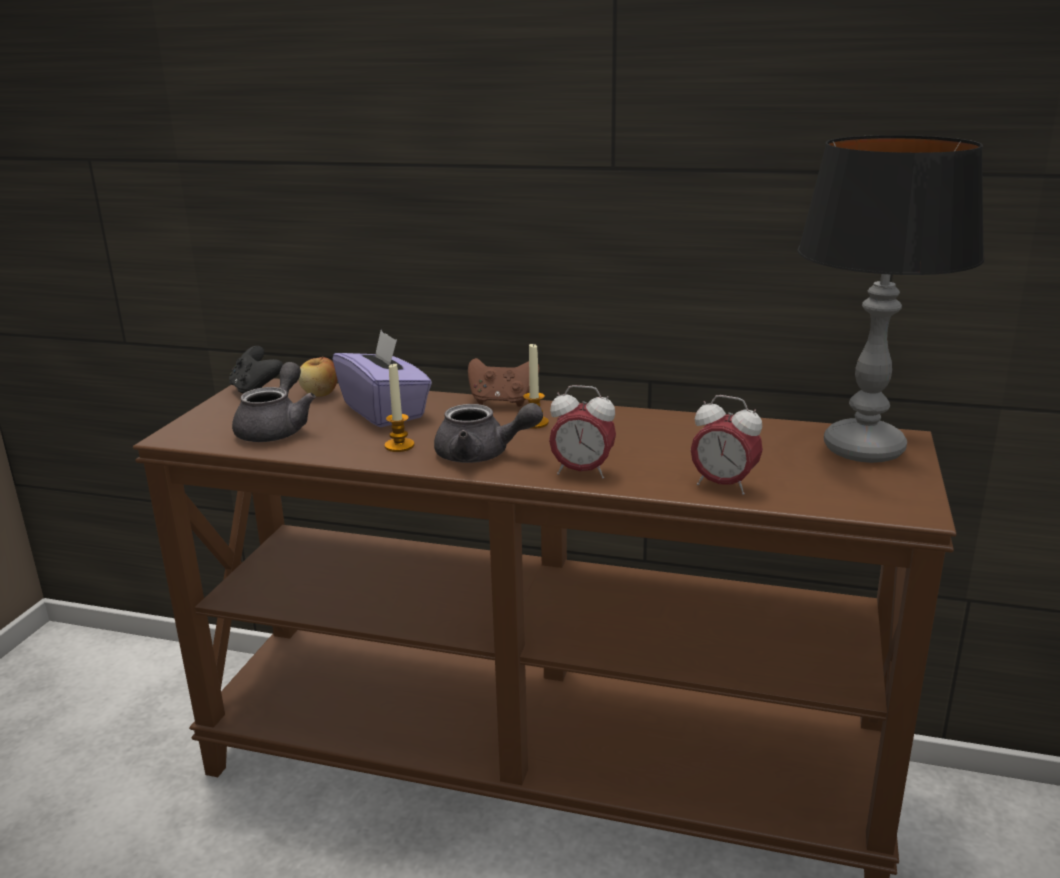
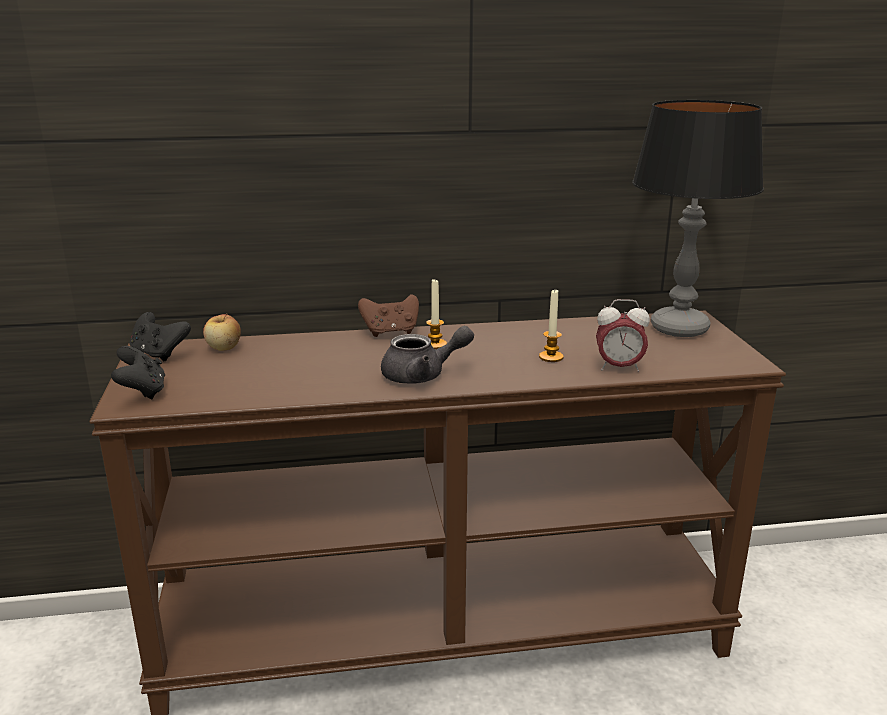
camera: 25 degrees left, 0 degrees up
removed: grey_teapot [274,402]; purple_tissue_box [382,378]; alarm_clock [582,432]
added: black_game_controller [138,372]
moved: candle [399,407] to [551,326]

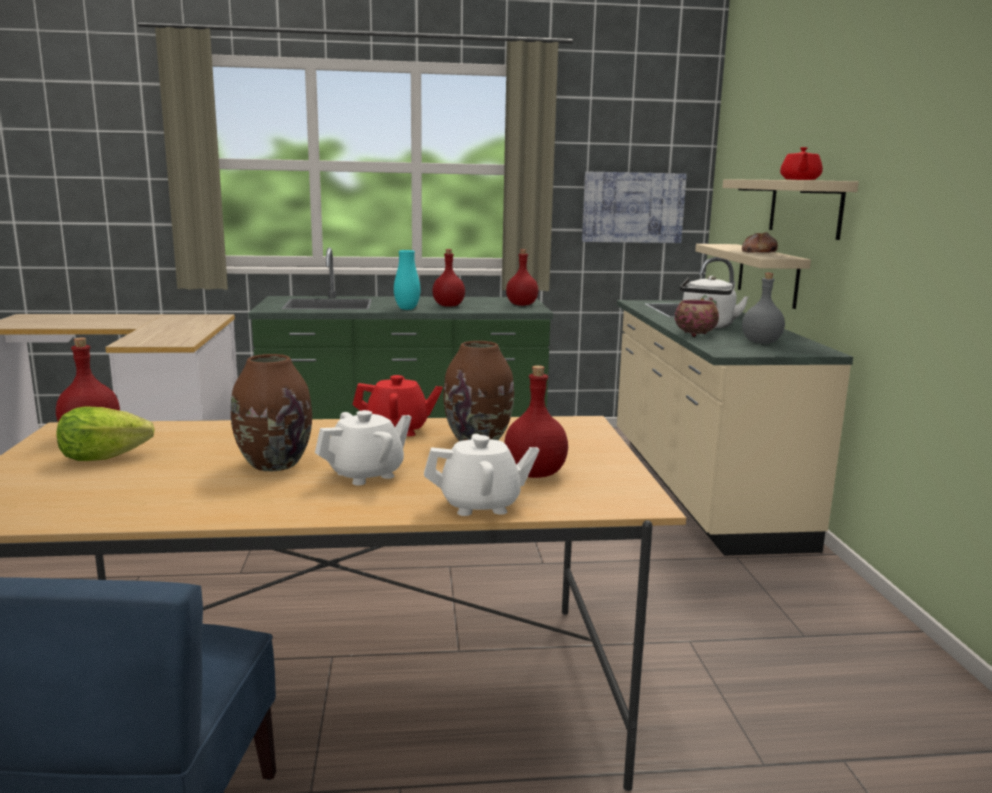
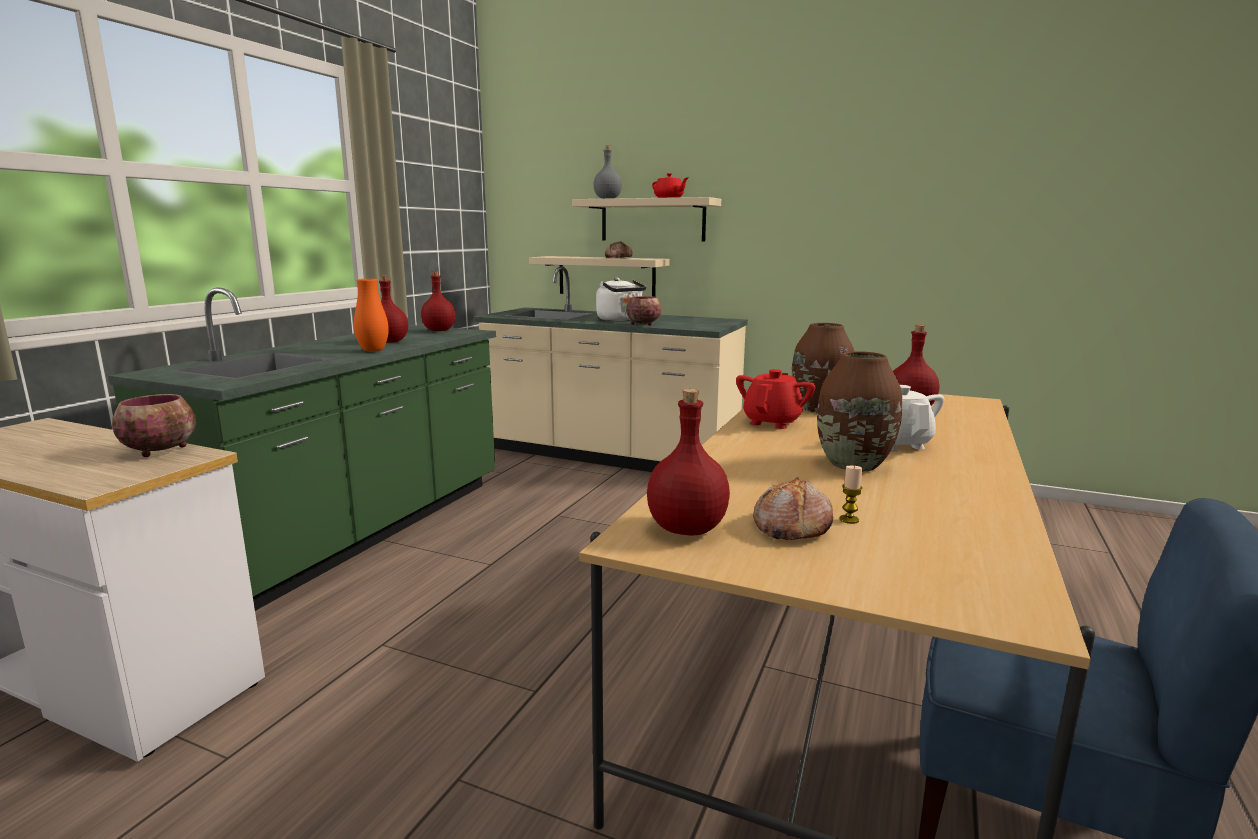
camera: 60 degrees left, 0 degrees up
removed: white_teapot [481,475]; picture [634,207]
added: bowl [154,425]; candle [851,494]
moved: grey_bottle [763,308] to [607,172]
replaced: lettuce [106,433] to bread [793,508]
recoloured: turquoise_vase [407,280] to orange_vase [371,315]

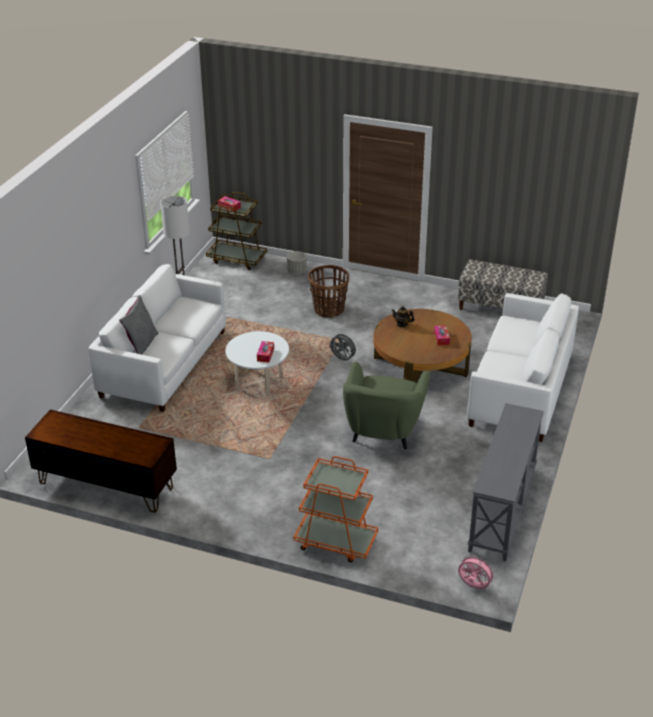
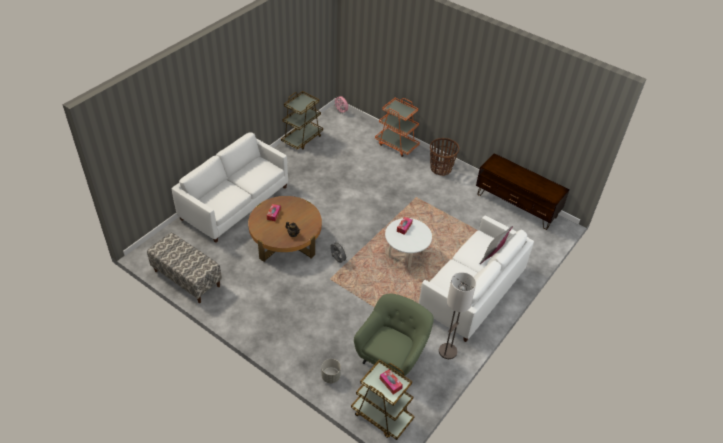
camera: 165 degrees left, 10 degrees up
moved: green_armchair [386,406] to [394,335]; basket [328,291] to [444,157]
replaced: grey_console_table [506,482] to brown_cart [302,120]

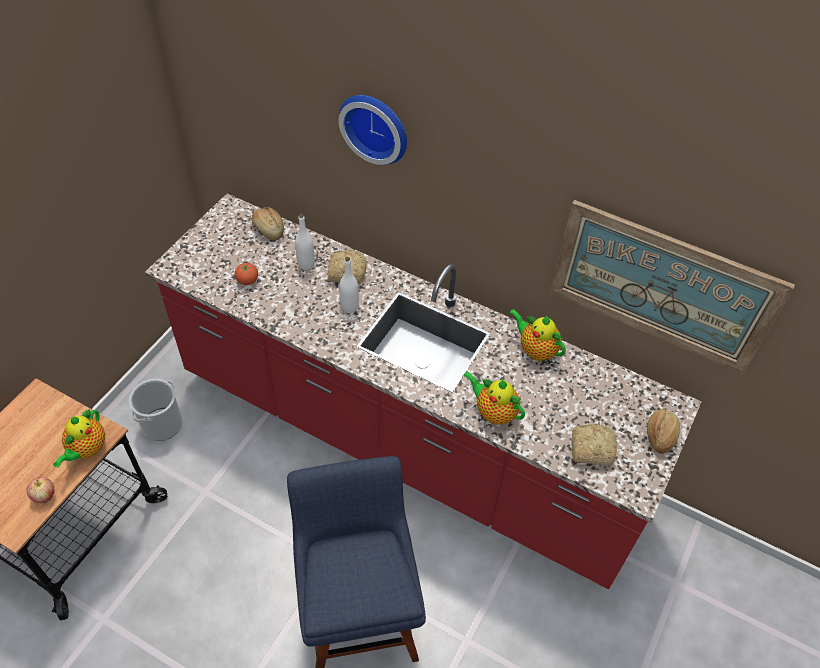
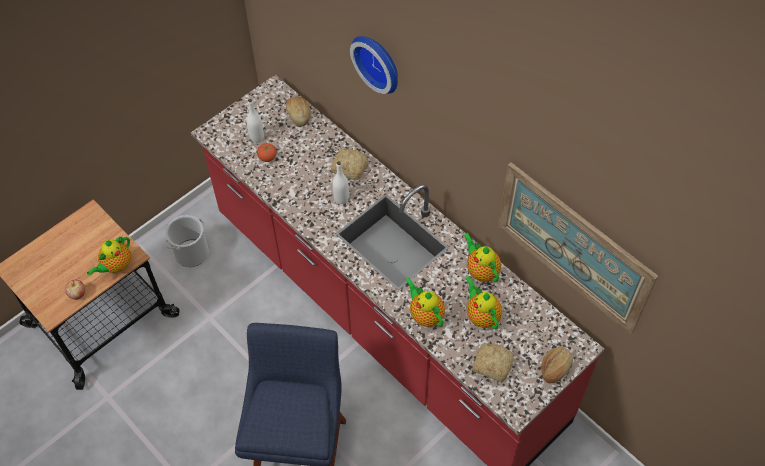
camera: 20 degrees right, 5 degrees up
added: teapot [483,302]
moved: white_bottle [305,242] to [255,121]

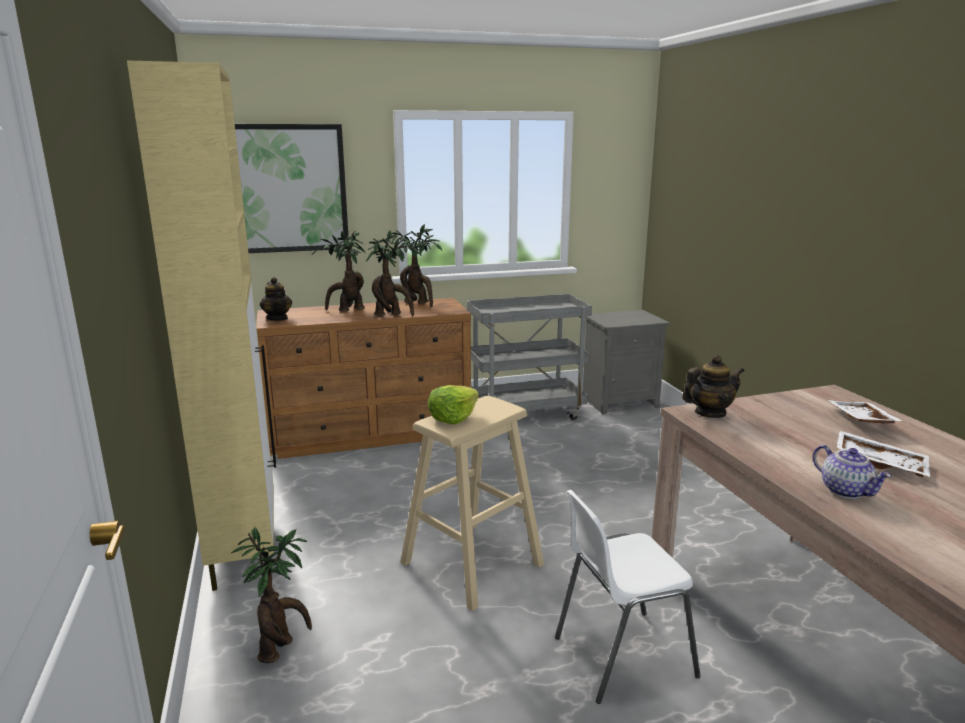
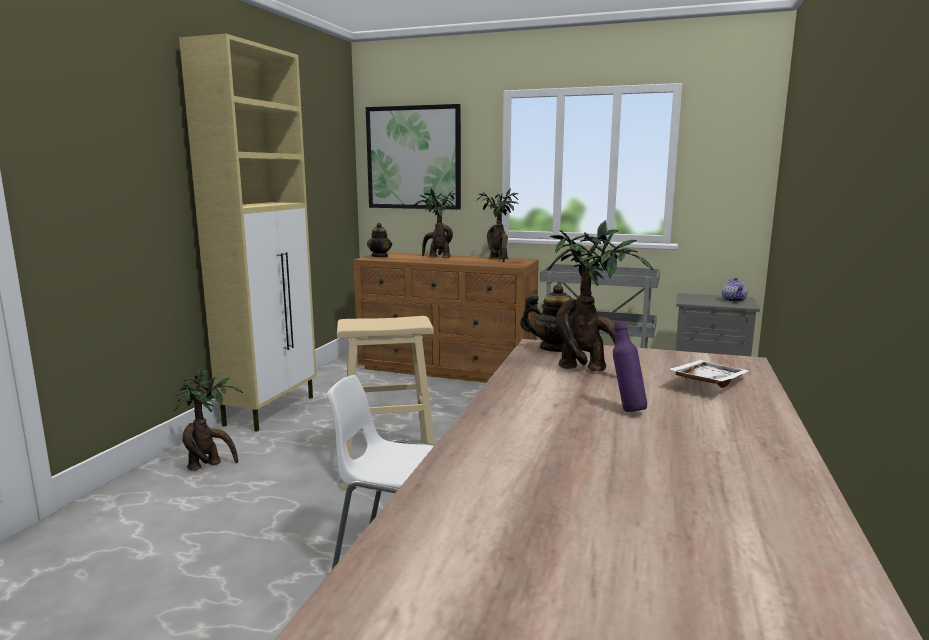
camera: 35 degrees right, 5 degrees down
removed: lettuce [453,405]
moved: potted_plant [394,273] to [600,295]; teapot [852,472] to [735,290]
replaced: white_tray [883,453] to purple_bottle [630,366]

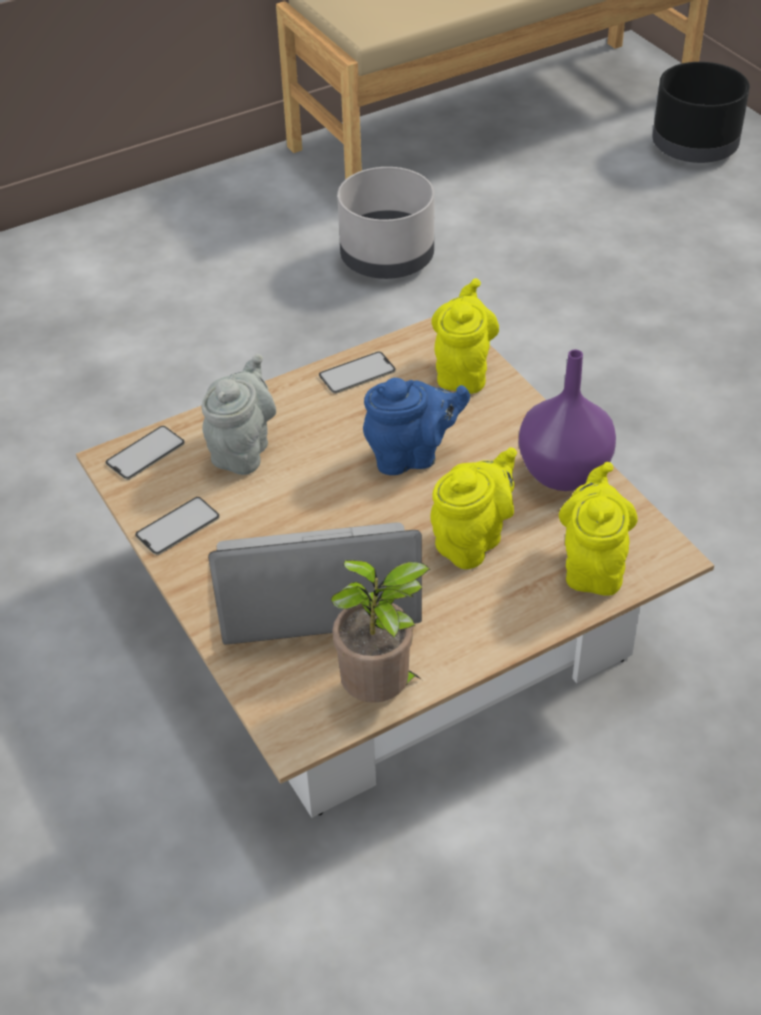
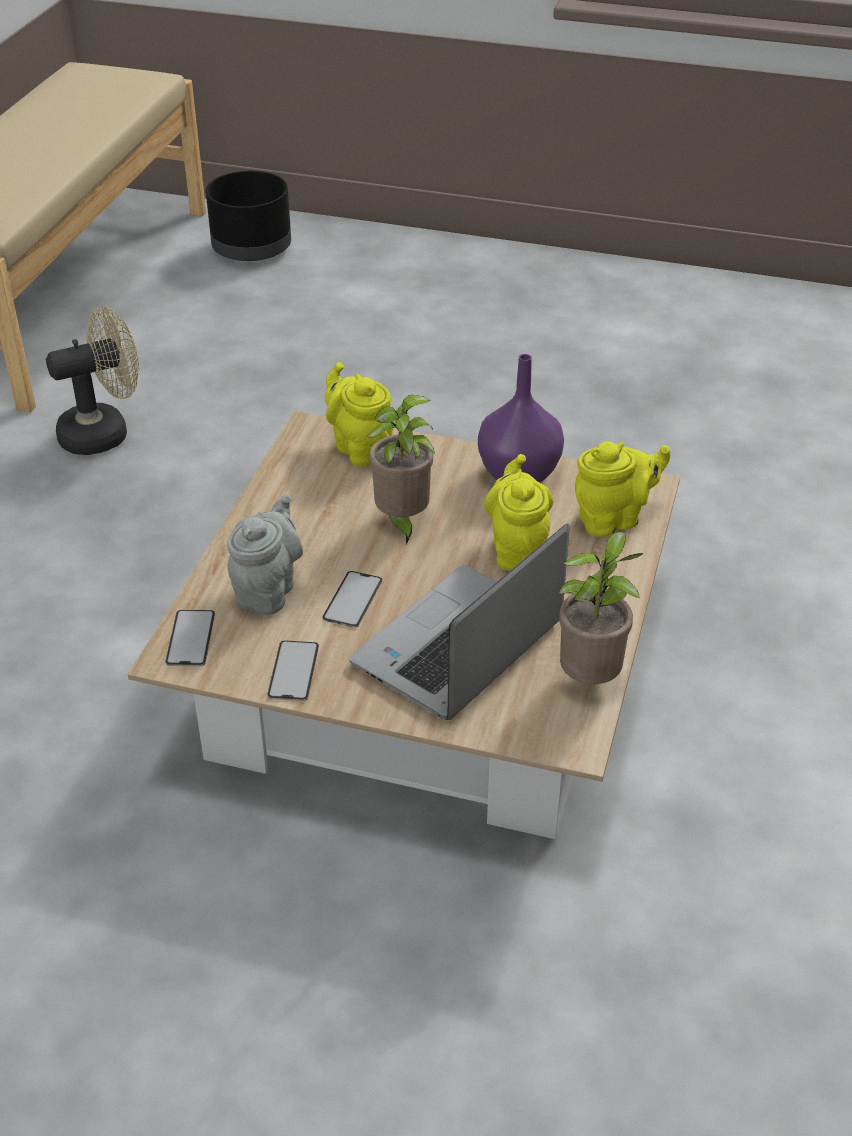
camera: 45 degrees left, 5 degrees down
moved: phone [357,373] to [352,599]
replaced: grey_planter [386,223] to beige_fan [92,380]; blue_teapot [416,426] to potted_plant [400,470]
turned: grey_teapot [239,414] = [265,554] 45 degrees clockwise; yellow_teapot [598,529] = [622,489] 105 degrees clockwise

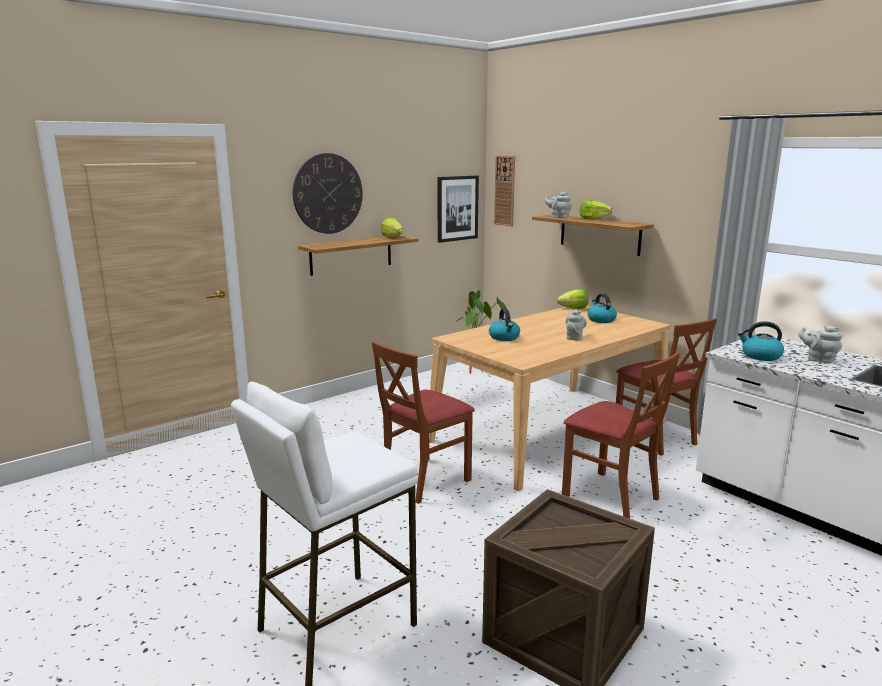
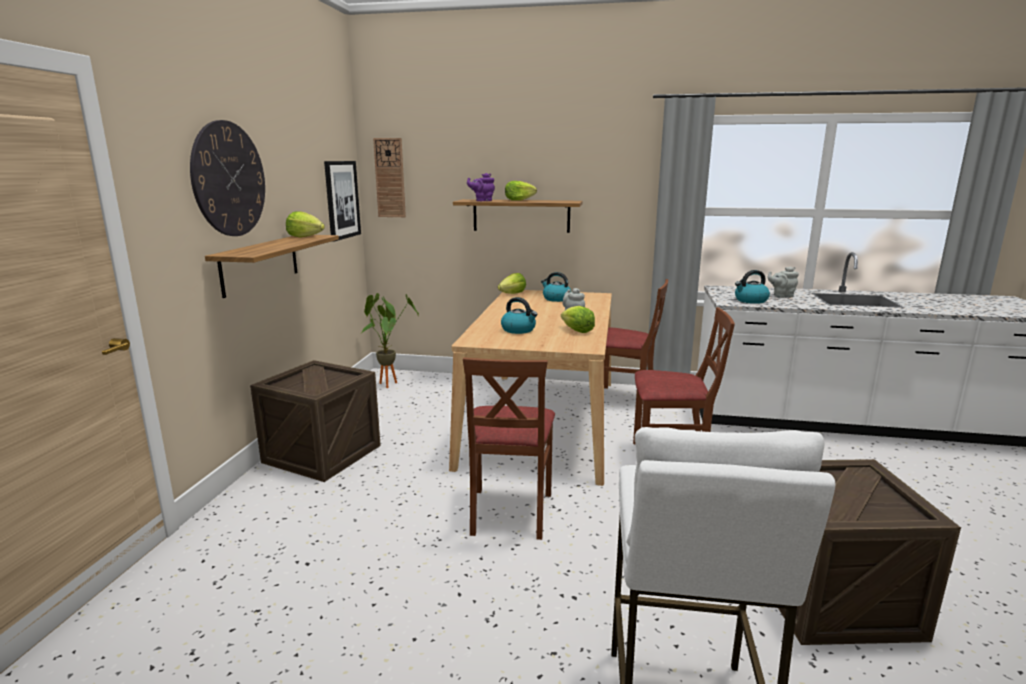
camera: 40 degrees left, 0 degrees up
added: crate [315,421]; lettuce [578,319]
recoloured: grey_teapot [558,205] to purple_teapot [481,187]

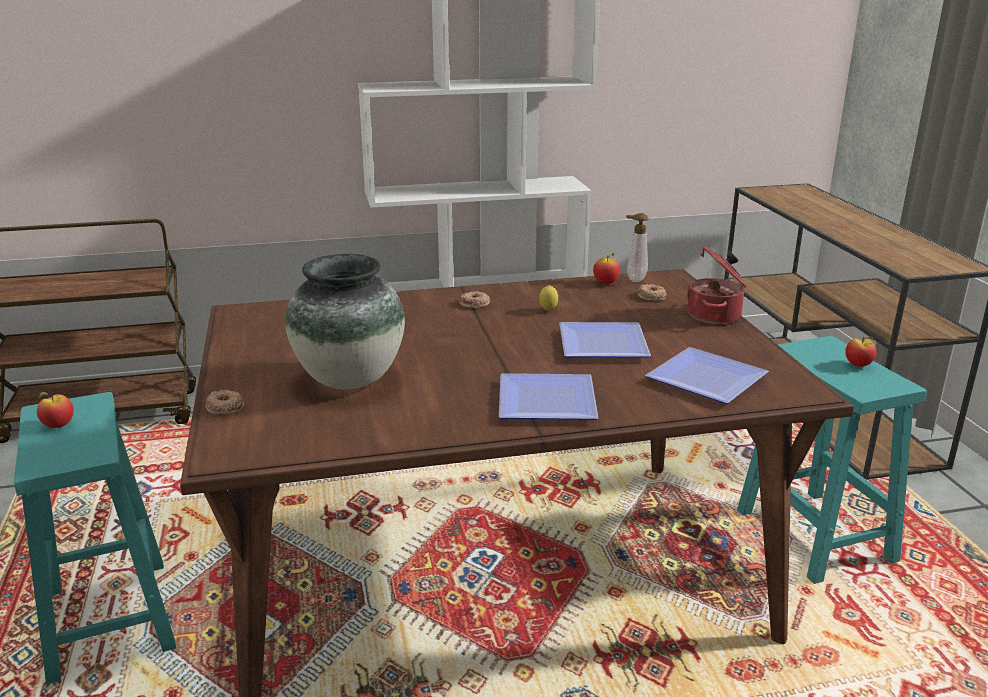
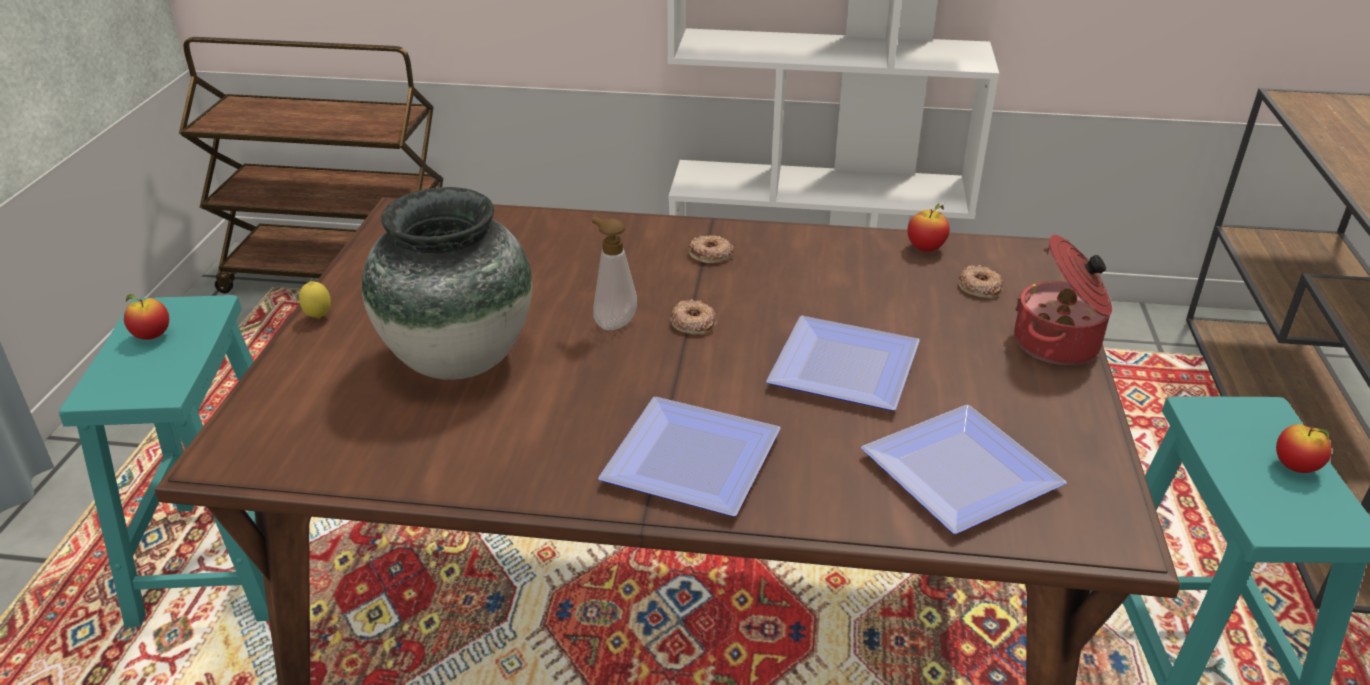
camera: 20 degrees right, 10 degrees up
moved: lemon [548,298] to [315,300]; soap_dispenser [637,247] to [614,273]; donut [224,401] to [693,317]

